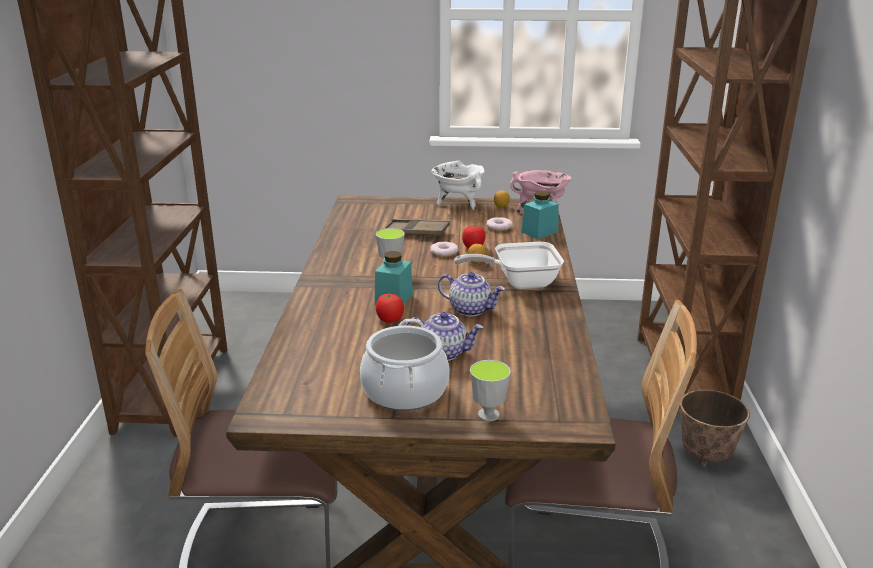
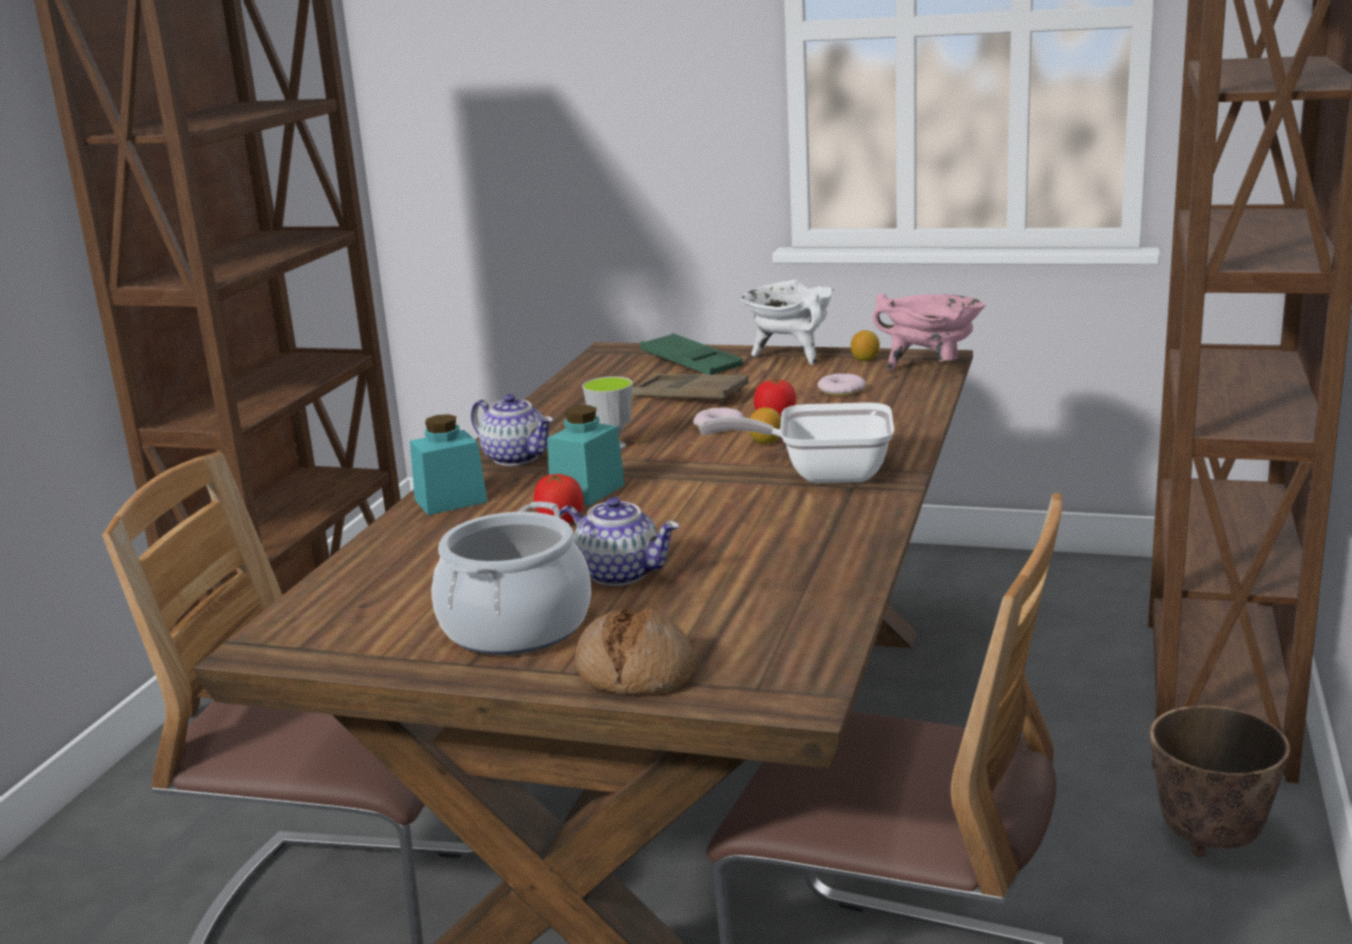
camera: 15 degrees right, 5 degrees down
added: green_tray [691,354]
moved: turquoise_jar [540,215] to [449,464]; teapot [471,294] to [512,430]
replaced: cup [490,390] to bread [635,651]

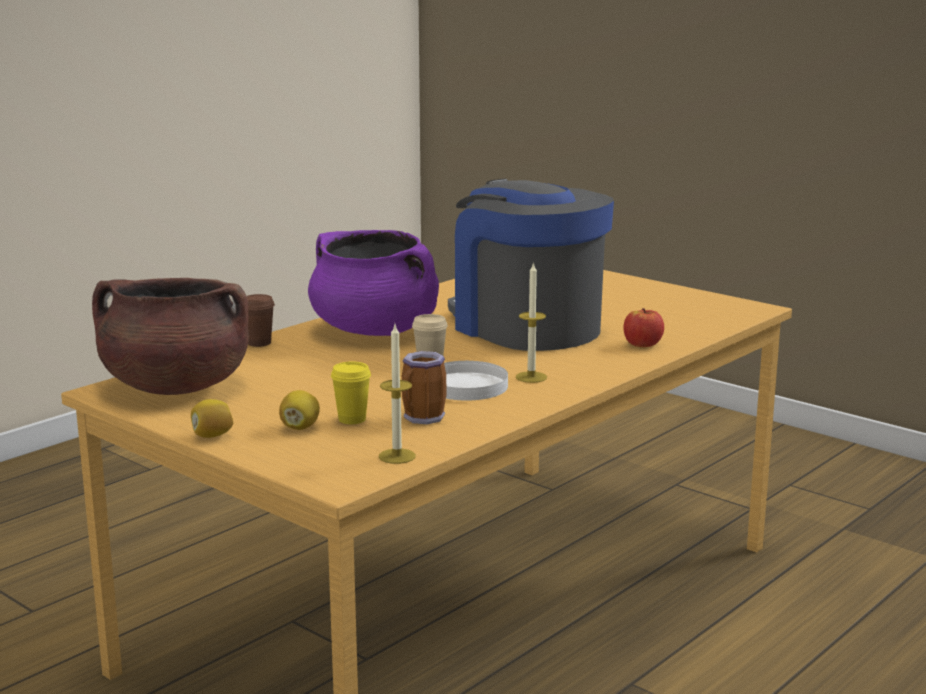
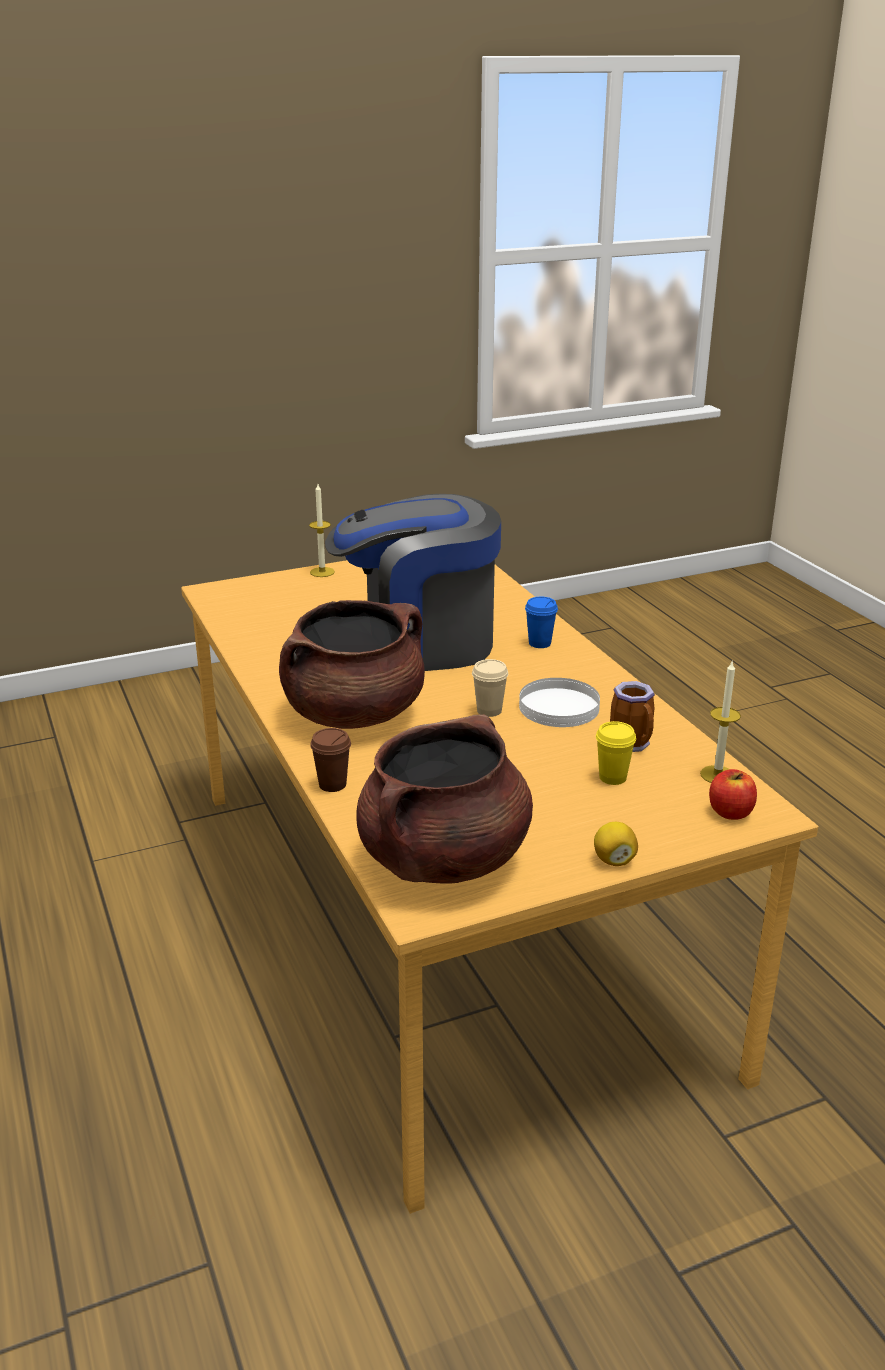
camera: 65 degrees left, 10 degrees up
removed: lemon [299,410]
added: blue_cup [541,622]
moved: candle [531,323] to [322,530]; apple [643,327] to [733,794]
recoloured: purple_cooking_pot [373,283] to brown_cooking_pot [352,664]

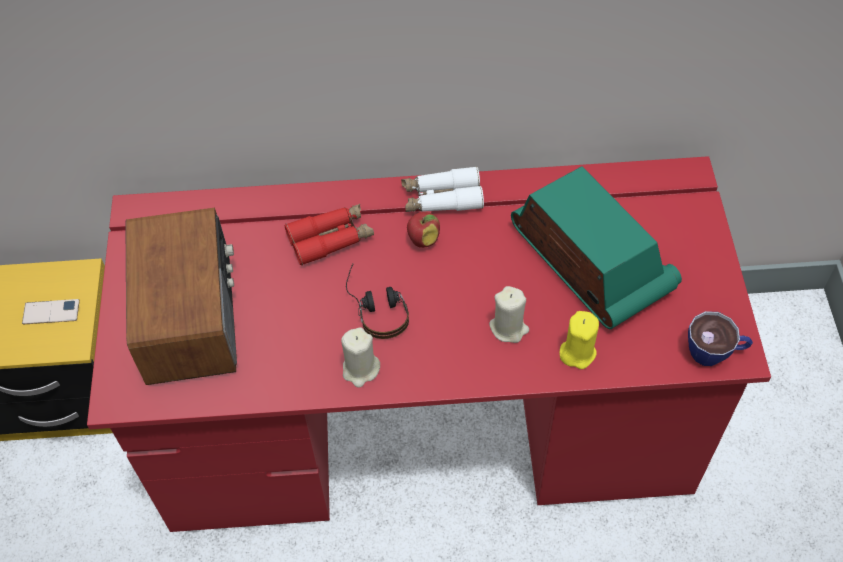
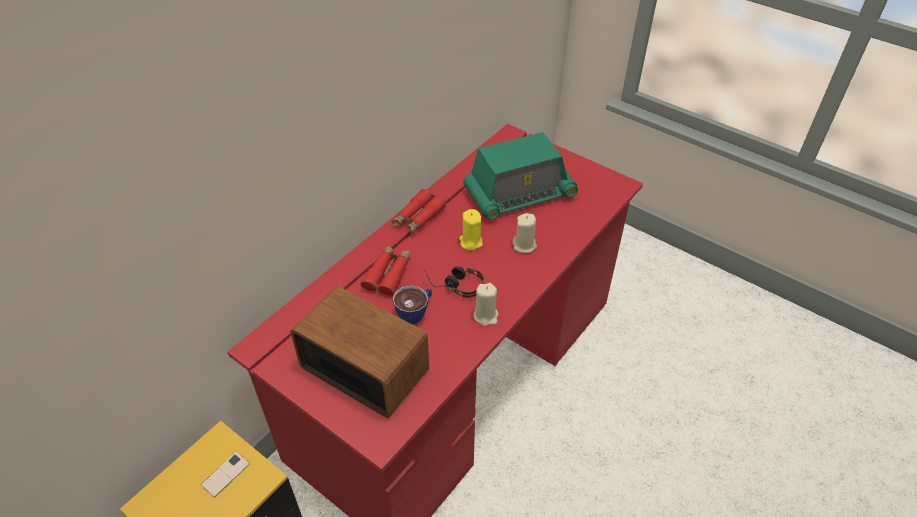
camera: 50 degrees left, 10 degrees down
removed: apple [423,230]
moved: cup [720,338] to [412,304]; yellow_candle [579,340] to [471,230]
recoloured: white_binoculars [442,189] to red_binoculars [418,212]
turned: radio [596,247] = [520,176] 150 degrees clockwise

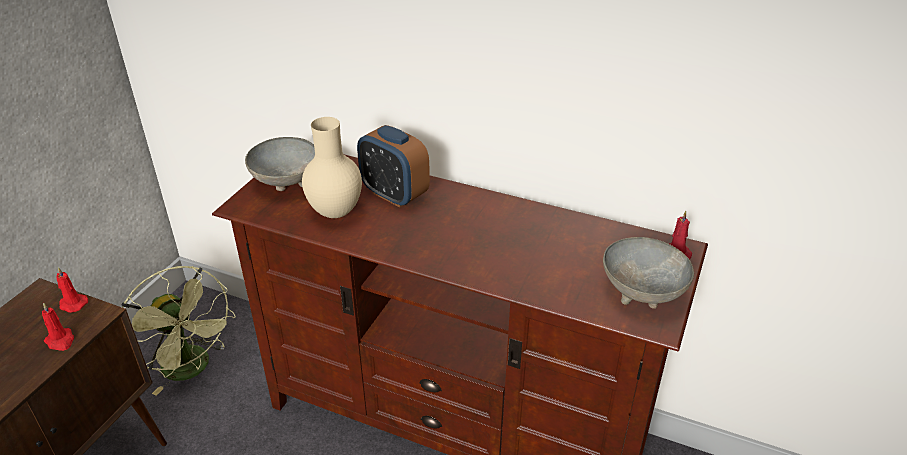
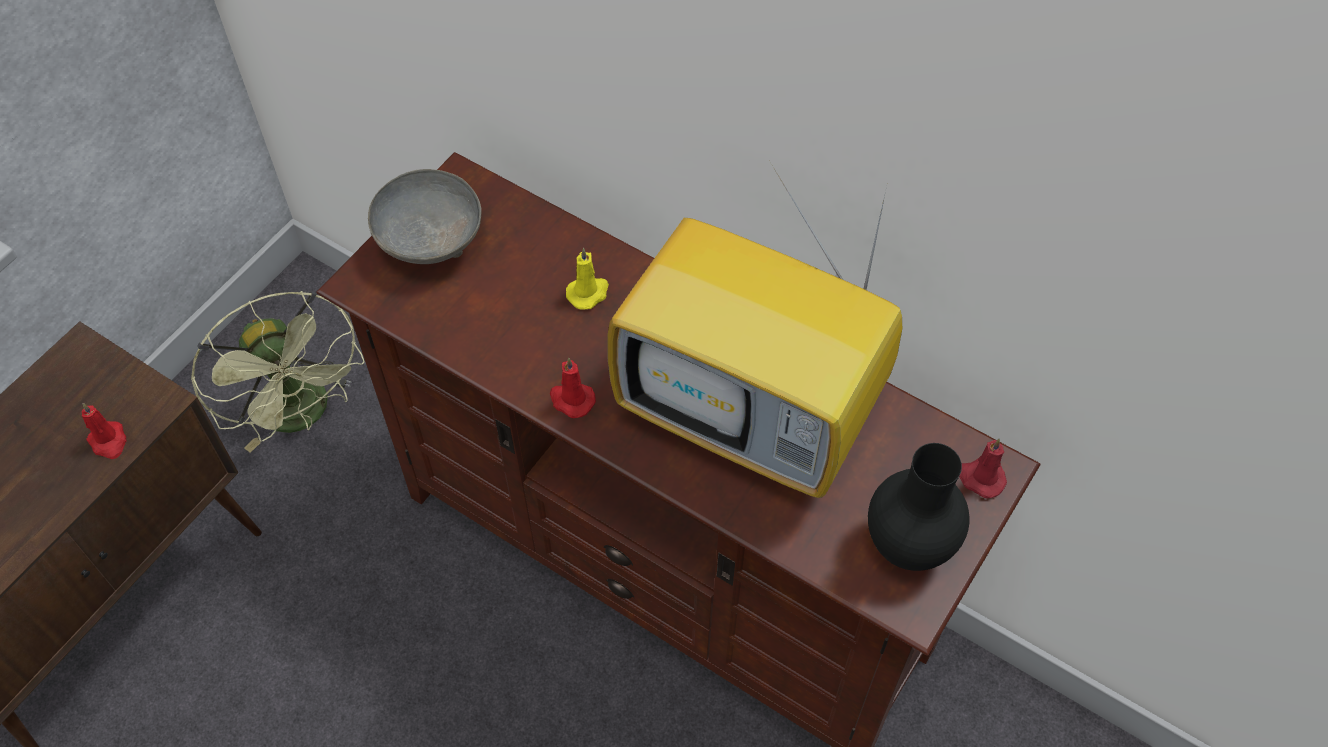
camera: 10 degrees right, 20 degrees up
removed: beige_vase [332,167]
added: television [754,328]
moved: red_candle [72,290] to [573,387]
replaced: alarm_clock [393,166] to yellow_candle [587,279]; grey_bowl [648,273] to black_vase [919,507]

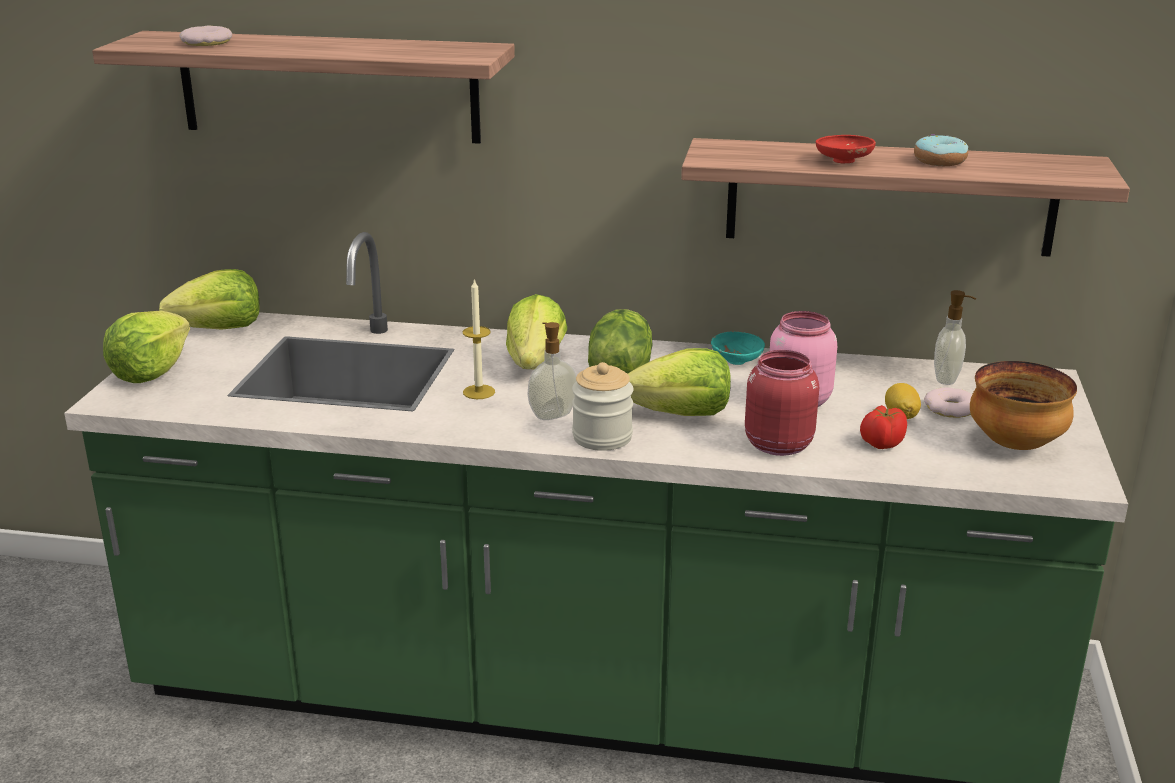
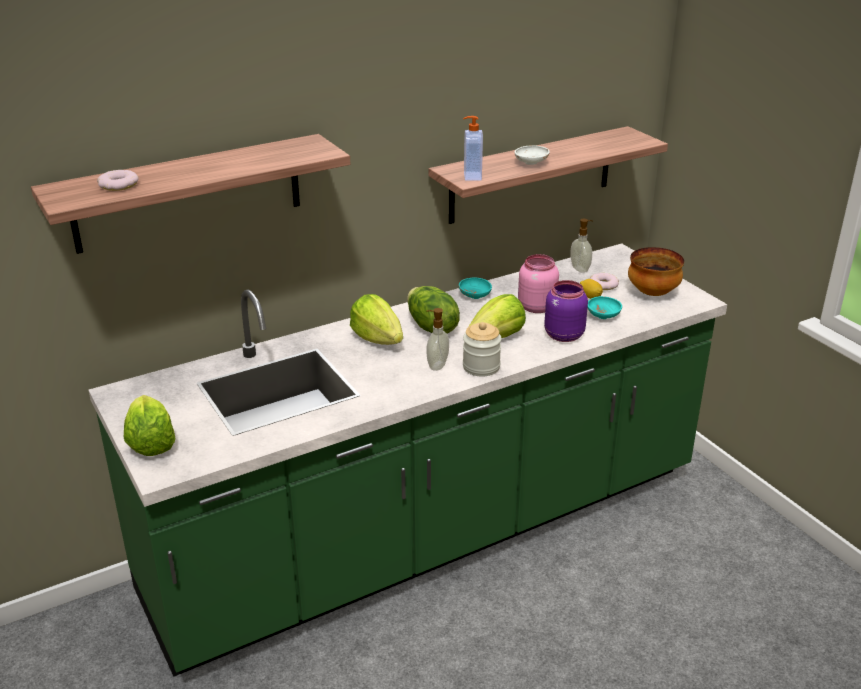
camera: 40 degrees left, 5 degrees up
removed: lettuce [209,299]; candle [479,338]; donut [941,150]
added: soap_dispenser [473,148]
replaced: tomato [883,427] to turquoise_bowl [605,307]
recoloured: red_bowl [846,149] to white_bowl [532,155]; red_jar [782,403] to purple_jar [566,311]

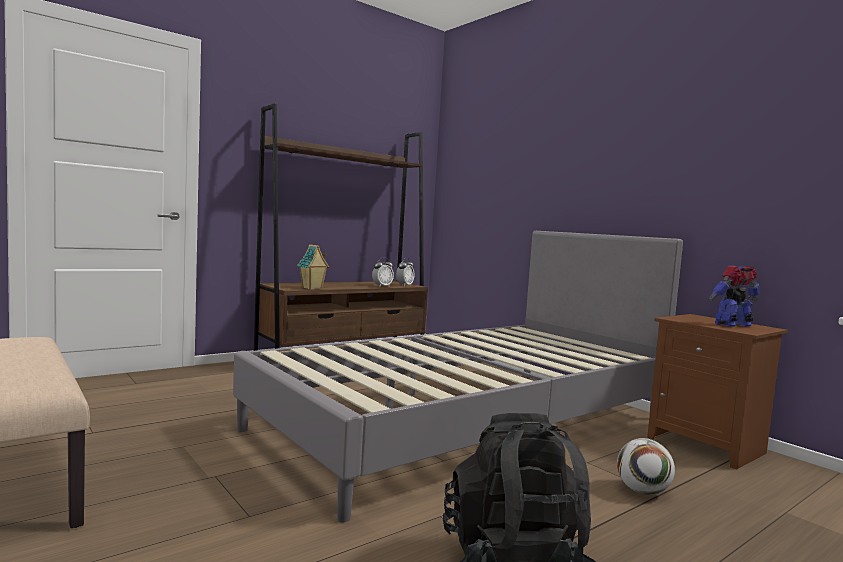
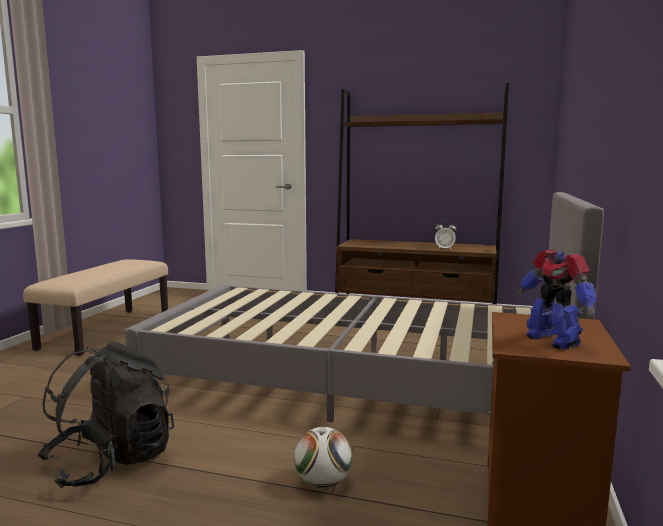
camera: 55 degrees right, 5 degrees up
removed: toy_house [313,266]; alarm_clock [405,272]
turned: toy_robot [734,296] = [556,300] 150 degrees counterclockwise

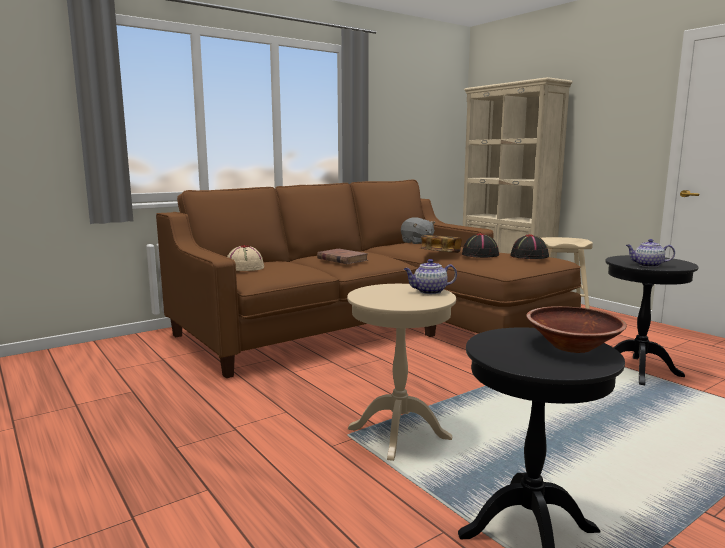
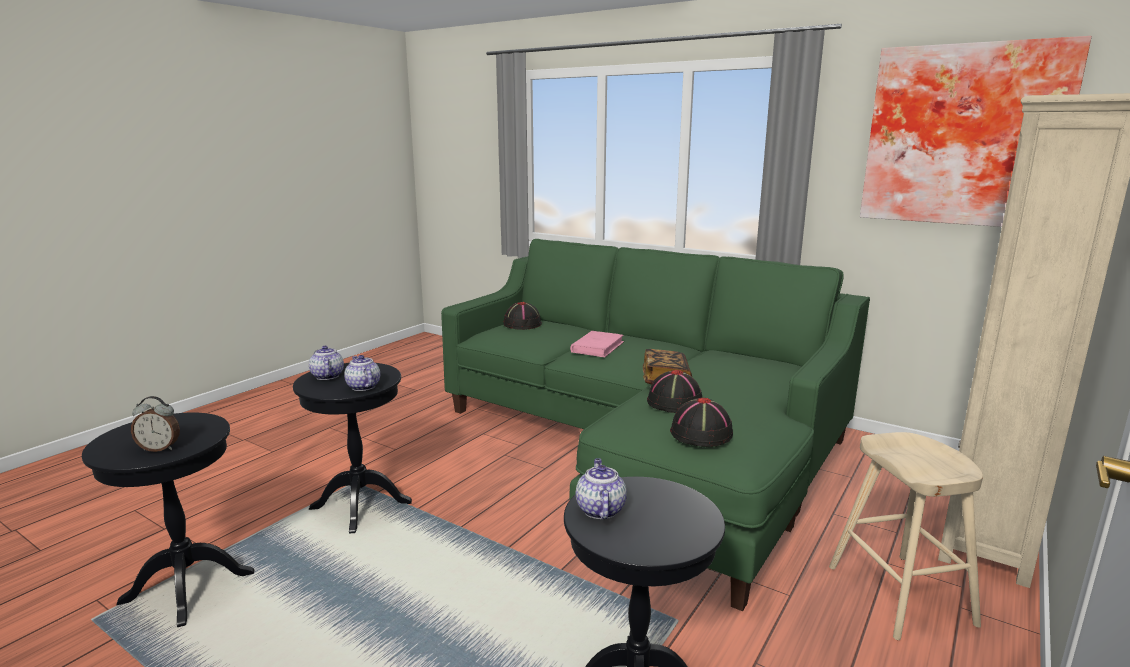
camera: 70 degrees right, 5 degrees up
removed: grey_plush_toy [418,230]
added: teapot [326,363]; picture [976,131]
replaced: brown_bowl [576,329] to alarm_clock [155,424]
recoloured: beige_side_table [401,372] to black_side_table [352,448]; brown_sofa [368,278] to green_sofa [655,425]; beige_hat [245,258] to black_hat [522,316]; brown_book [342,256] to pink_book [597,344]

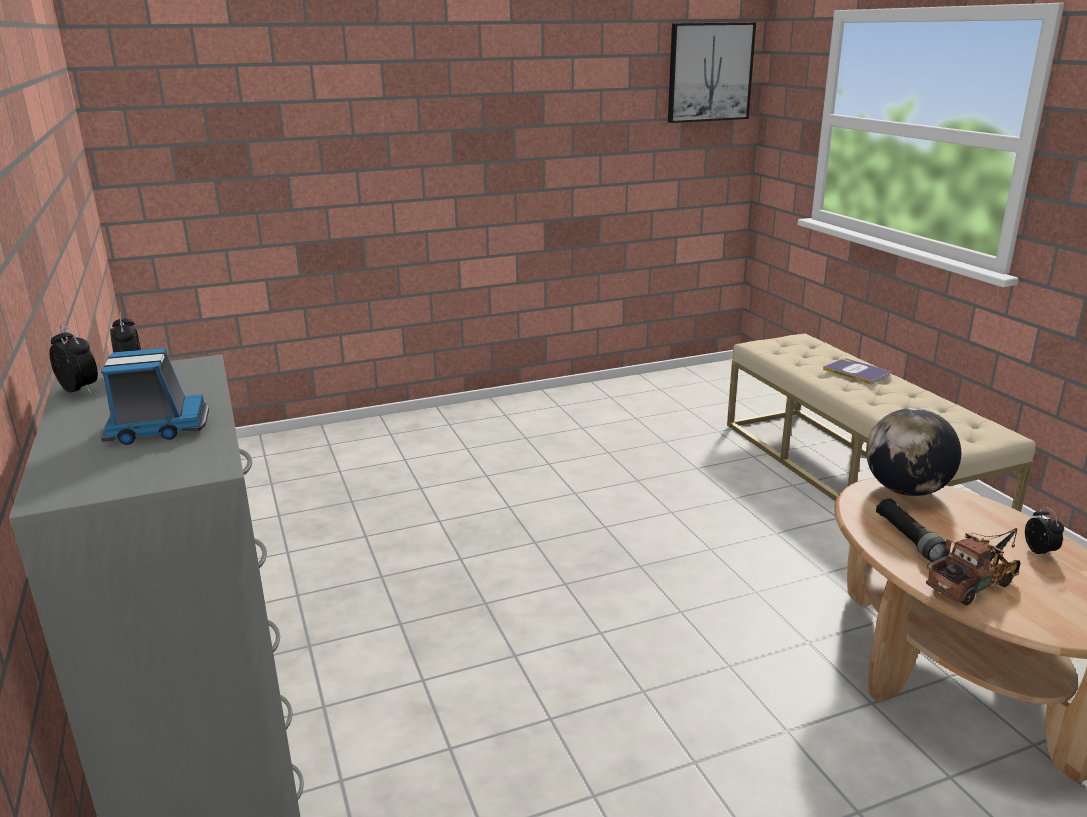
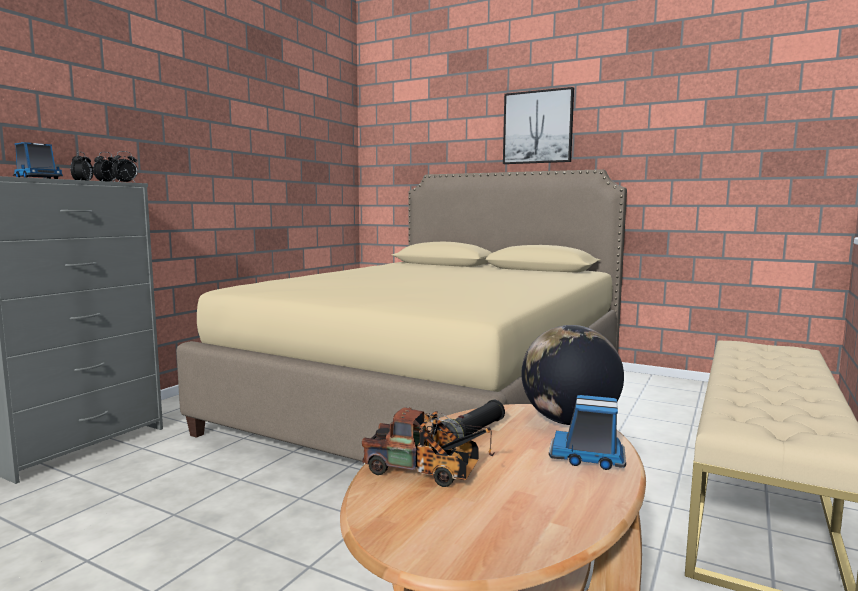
camera: 50 degrees right, 15 degrees down
removed: book [856,371]
added: beige_bed [401,315]; toy_truck [587,432]
moved: alarm_clock [1044,533] to [125,166]; picture [712,73] to [538,125]

